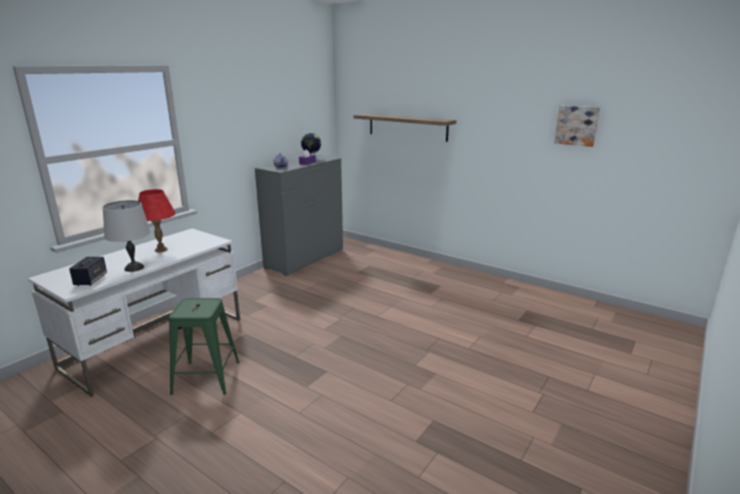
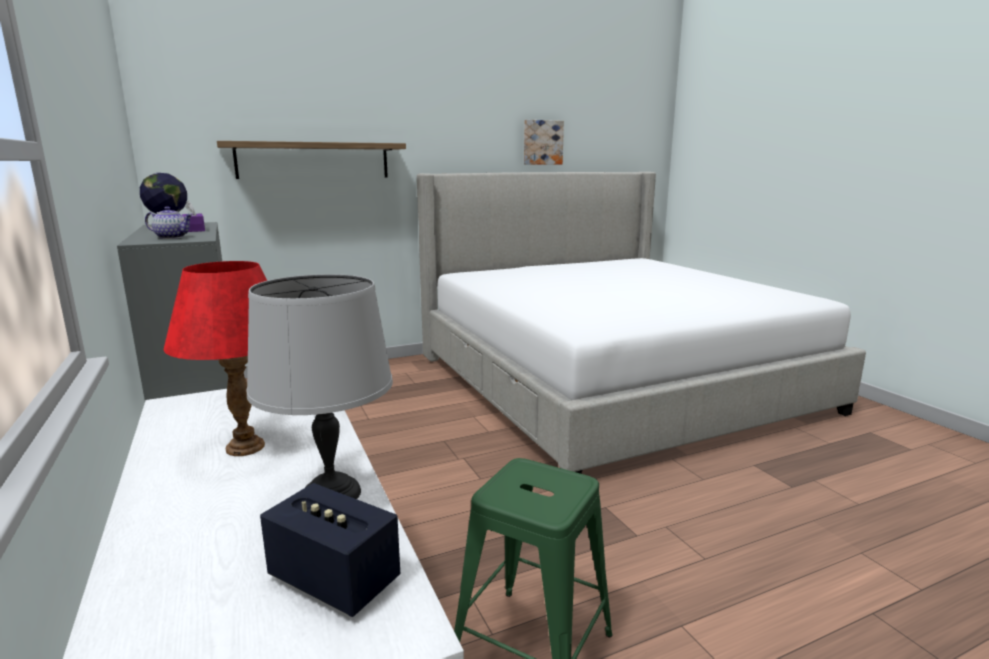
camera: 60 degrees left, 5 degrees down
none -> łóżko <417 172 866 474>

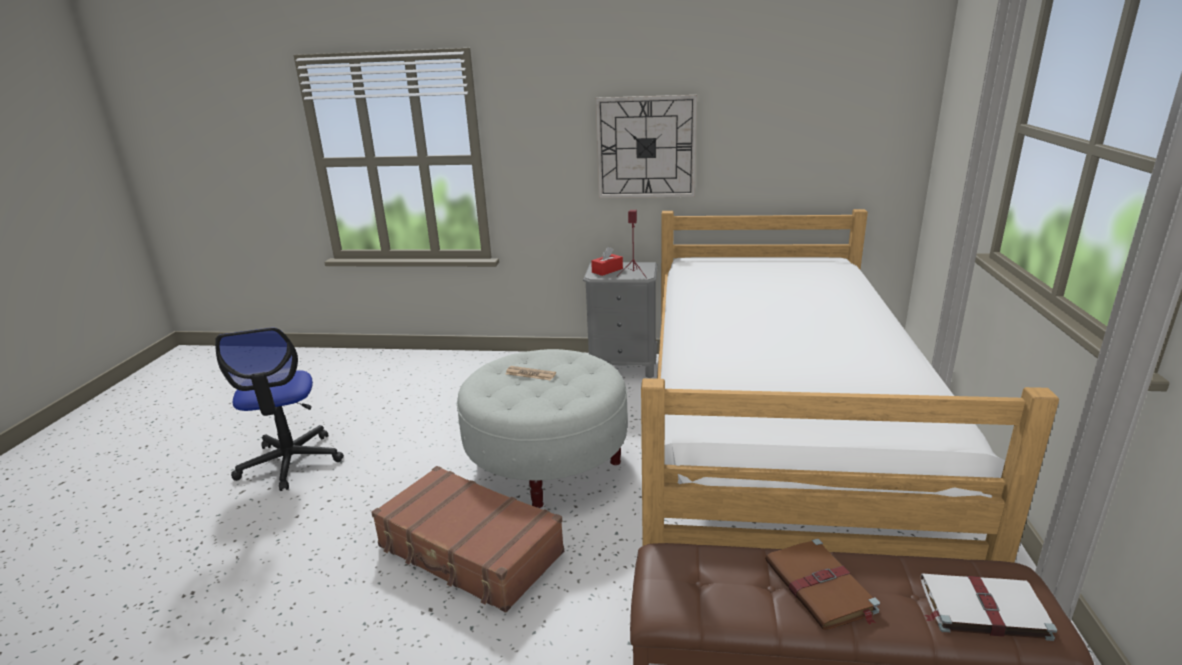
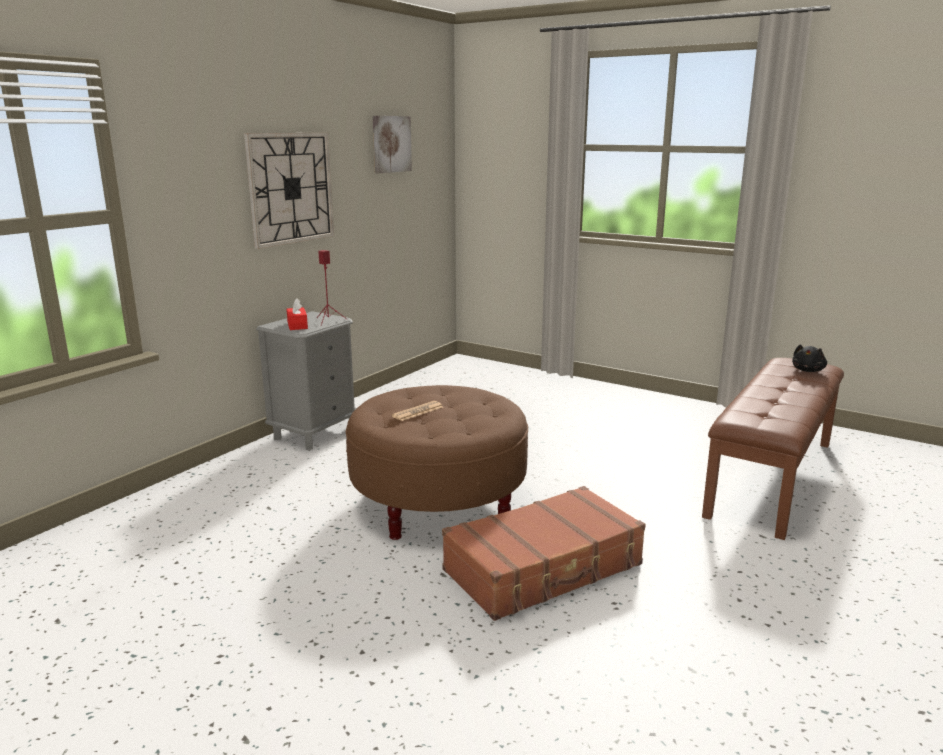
camera: 65 degrees left, 5 degrees down
krzesło biurowe <215 328 344 491> -> none
pufa [biały] <457 349 628 508> -> pufa [brązowy] <346 385 528 540>
łóżko <641 209 1059 563> -> none
książka [brązowy] <765 539 880 630> -> none
książka [biały] <921 573 1058 641> -> pluszak [czarny] <792 345 827 372>
none -> obraz <373 116 412 173>

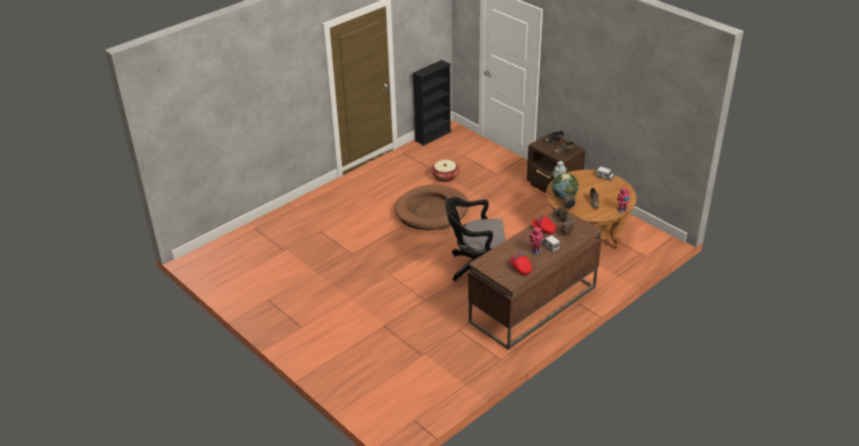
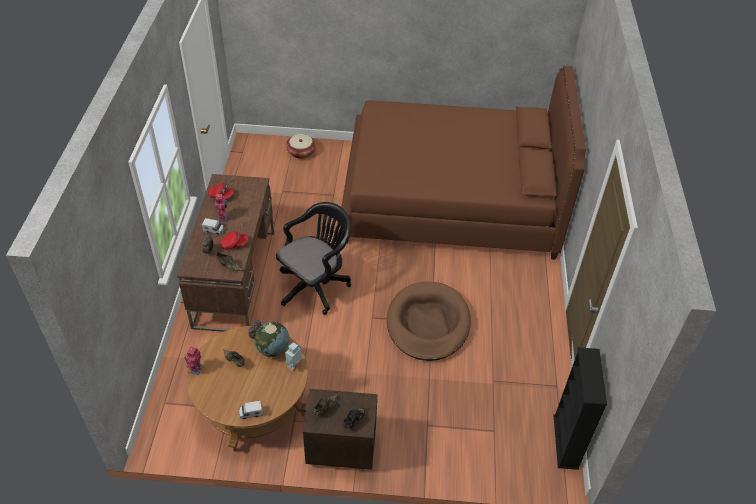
camera: 135 degrees right, 10 degrees up
koszyk <431 160 459 182> -> koszyk <286 134 316 159>, move
none -> łóżko [brązowy] <340 66 586 260>

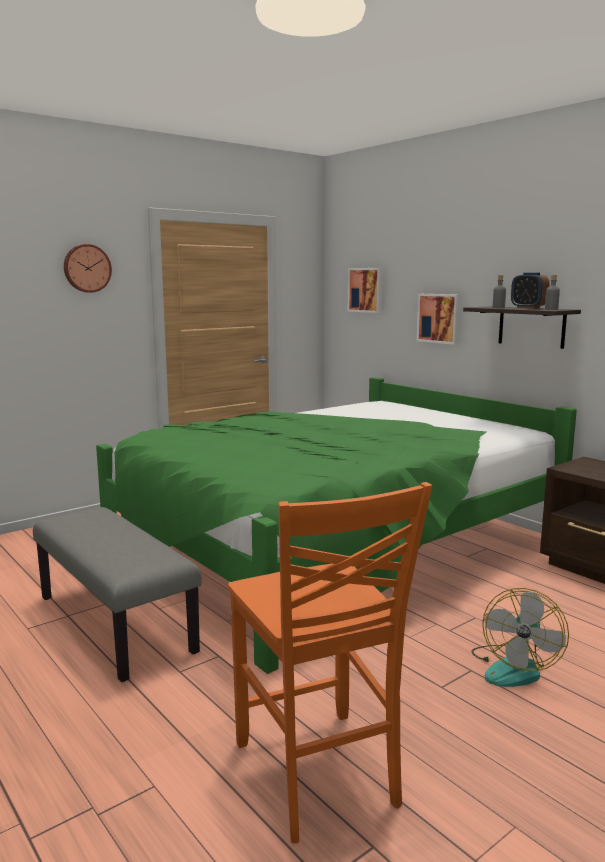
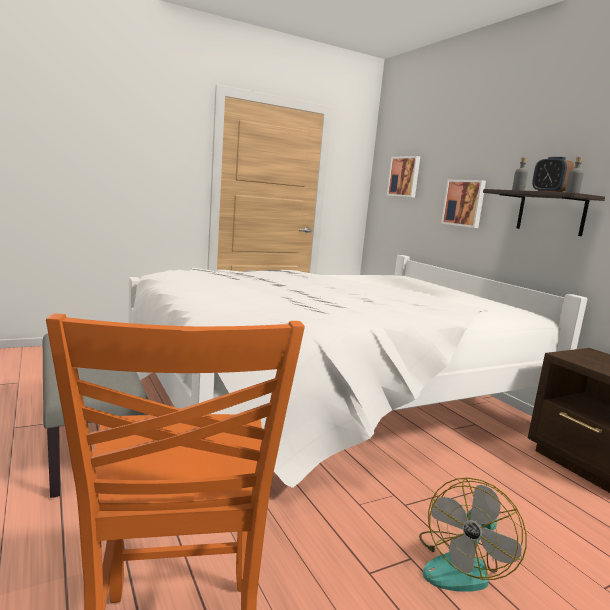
camera: 10 degrees right, 0 degrees up
zegar ścienny <64 244 112 293> -> none
łóżko [zielony] <96 377 577 674> -> łóżko [biały] <128 255 587 488>

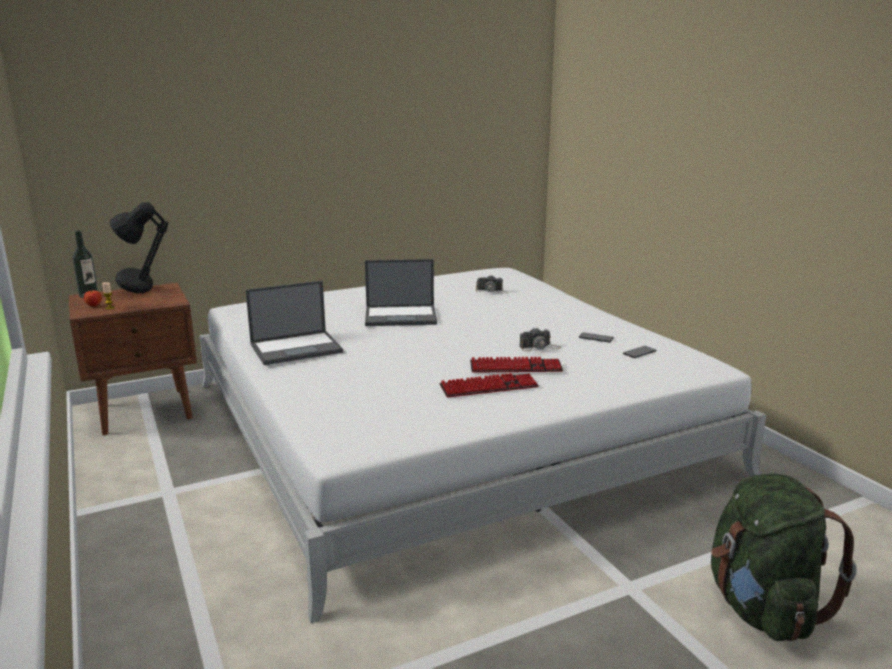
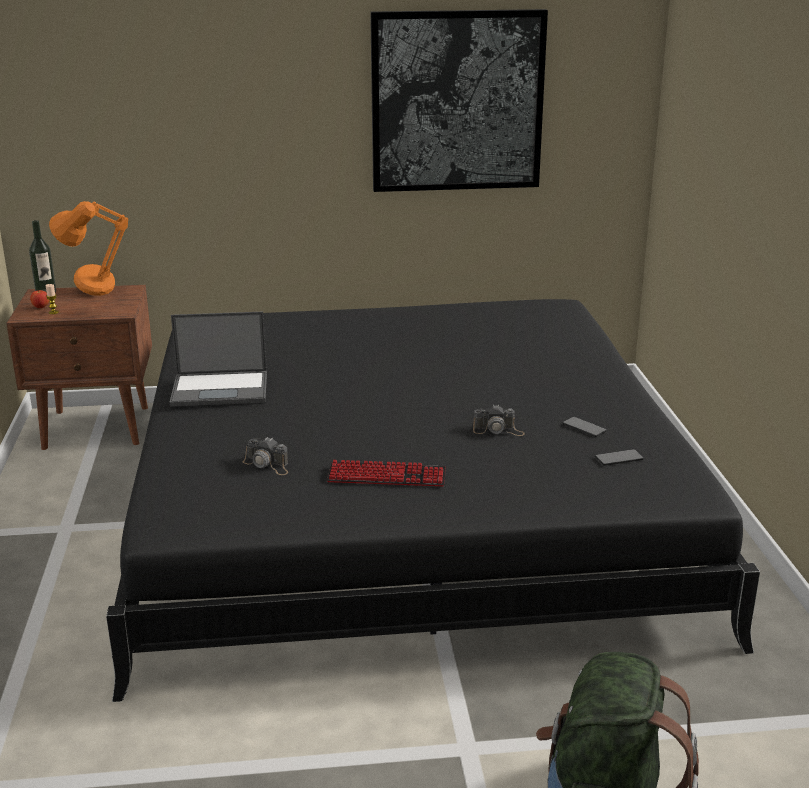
camera: 20 degrees right, 5 degrees up
lampa stołowa [czarny] <110 202 168 293> -> lampa stołowa [pomarańczowy] <49 201 128 296>
łóżko [biały] <200 268 766 623> -> łóżko [czarny] <106 299 760 702>
laptop <365 259 437 326> -> none
klawiatura <470 357 563 373> -> none
aparat fotograficzny <476 275 508 294> -> aparat fotograficzny <243 437 288 475>, move
none -> obraz <370 9 548 192>

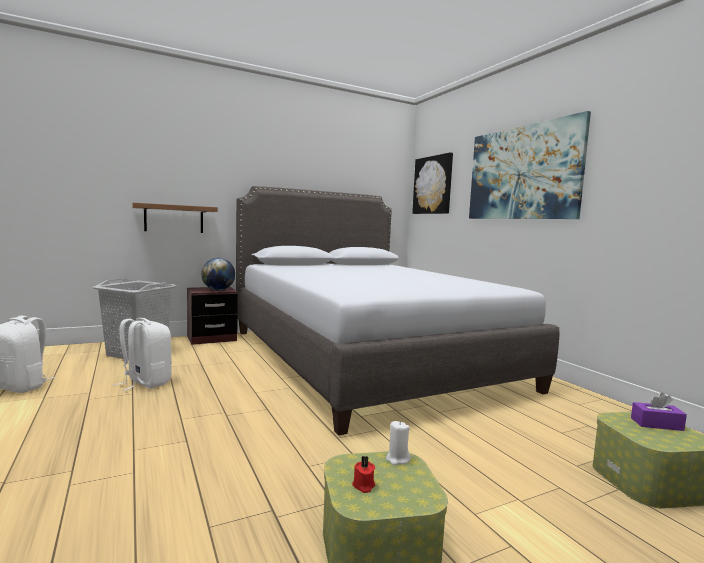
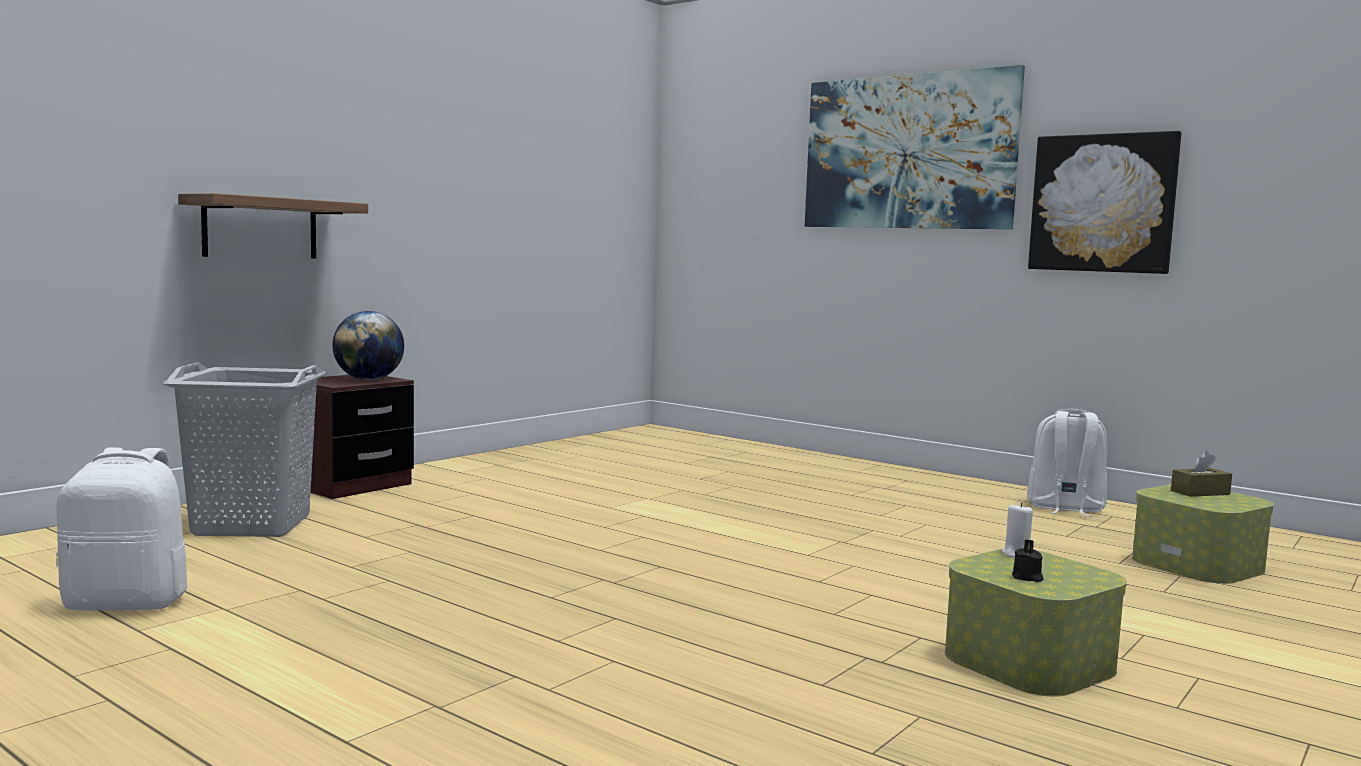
camera: 25 degrees left, 0 degrees up
plecak [biały] <113 318 172 391> -> plecak [biały] <1027 409 1107 517>, move
łóżko [szary] <236 186 559 436> -> none
świeca [czerwony] <352 456 375 493> -> świeca [czarny] <1012 540 1044 582>
obraz <412 152 453 214> -> obraz <1028 131 1181 274>, move
pudełko chusteczek [fioletowy] <631 393 687 431> -> pudełko chusteczek [brązowy] <1171 451 1232 497>

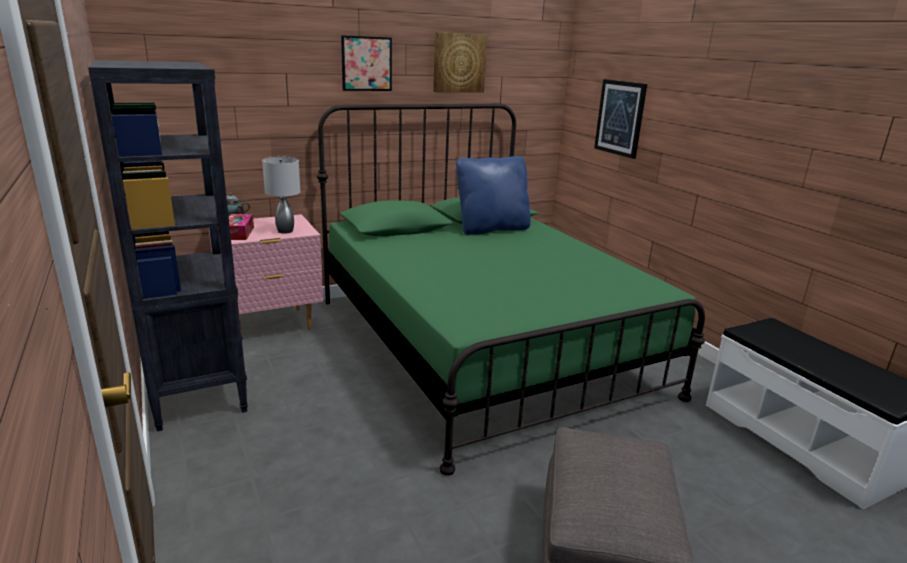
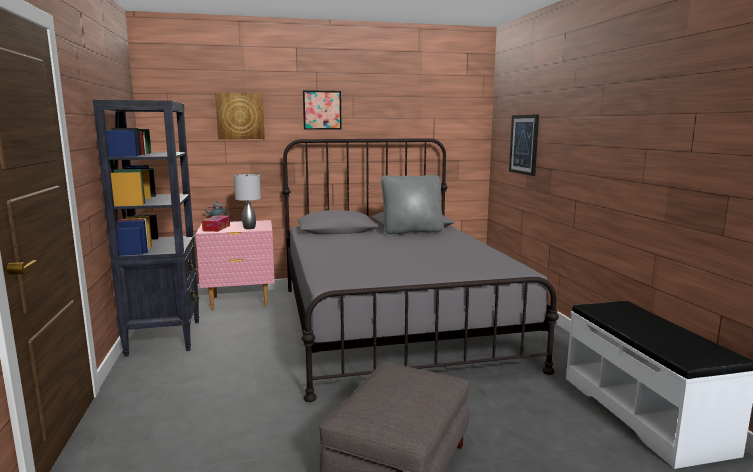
camera: 15 degrees right, 10 degrees down
łóżko [zielony] <317 104 705 475> -> łóżko [szary] <282 138 559 402>
obraz <433 32 487 92> -> obraz <215 92 265 139>, move
poduszka [niebieski] <456 156 531 235> -> poduszka [szary] <381 175 444 235>

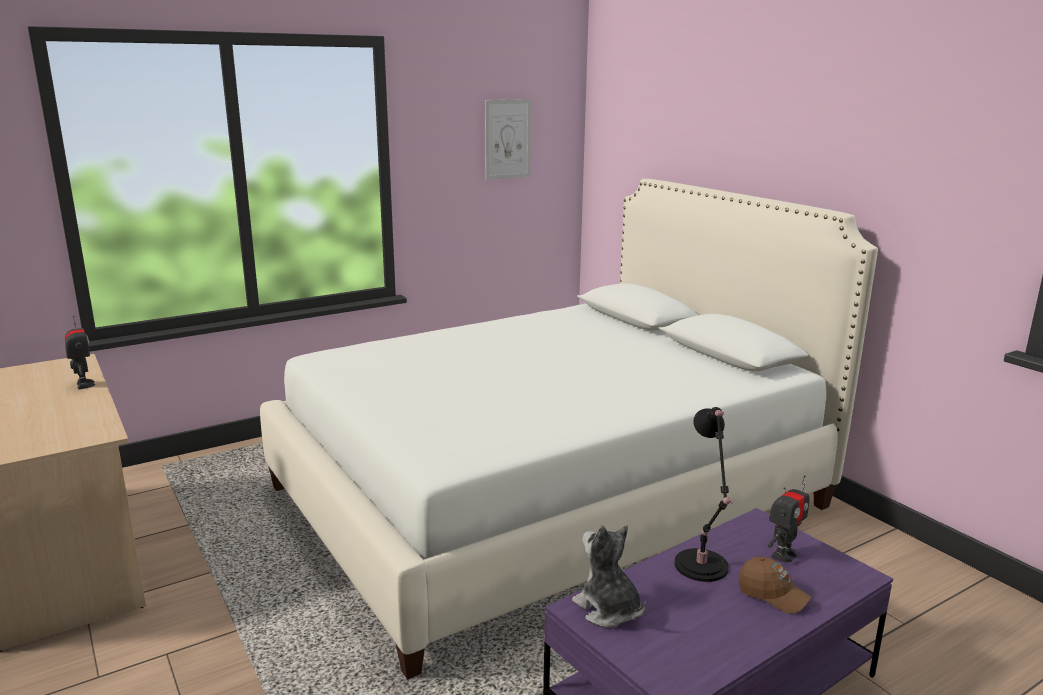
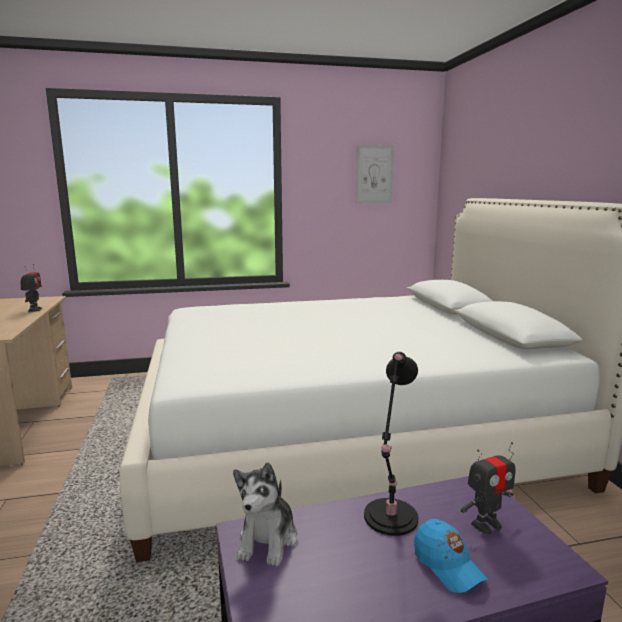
camera: 20 degrees right, 5 degrees down
pluszak <572 525 646 628> -> pluszak <233 462 297 566>, 150 degrees counterclockwise
czapka z daszkiem [brązowy] <739 557 812 614> -> czapka z daszkiem [niebieski] <414 519 488 593>

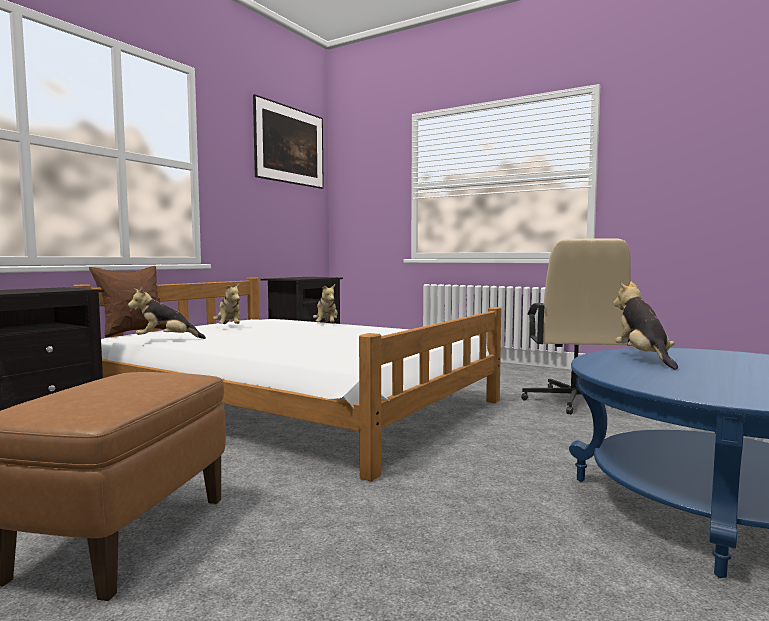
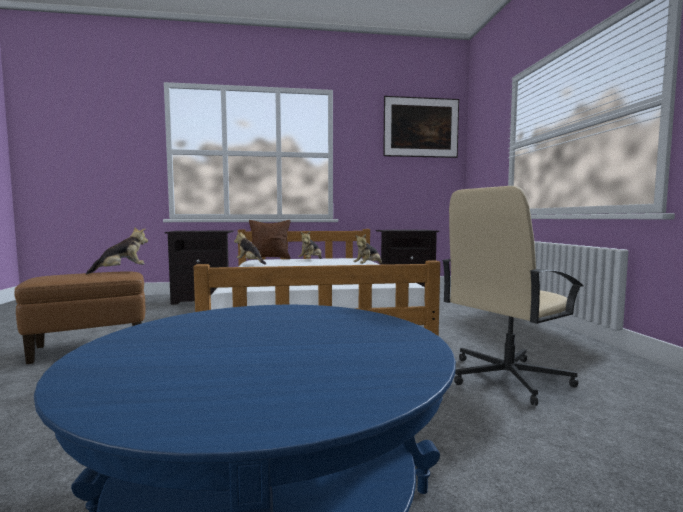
camera: 50 degrees right, 0 degrees up
pluszak <613 280 678 369> -> pluszak <86 227 148 274>, move

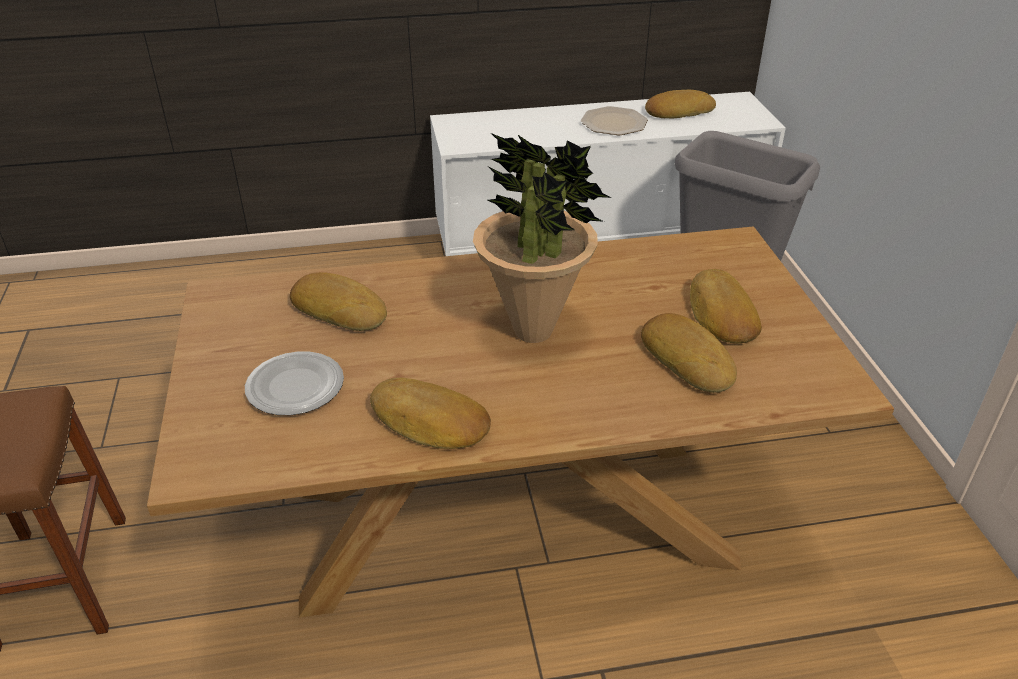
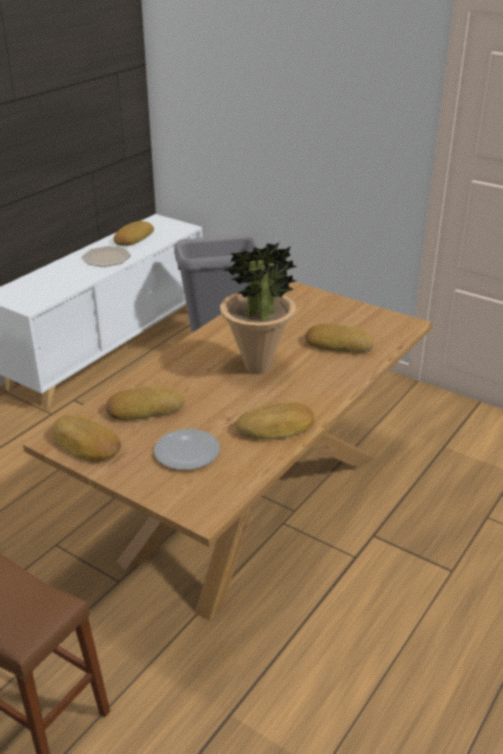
camera: 45 degrees left, 5 degrees down
chleb <690 269 762 344> -> chleb <52 414 121 461>, move

